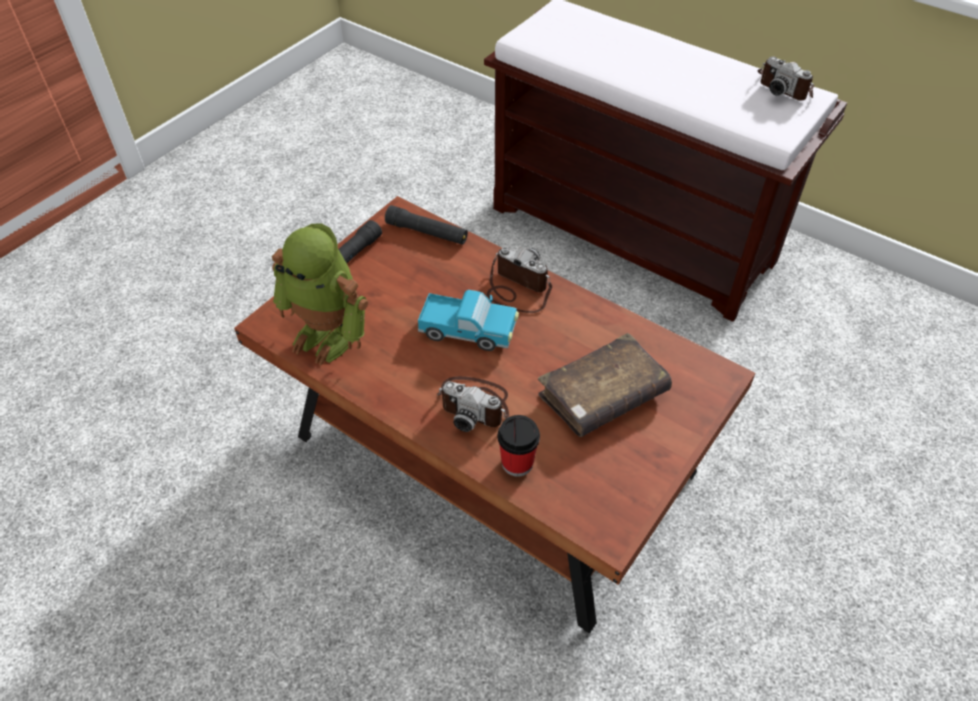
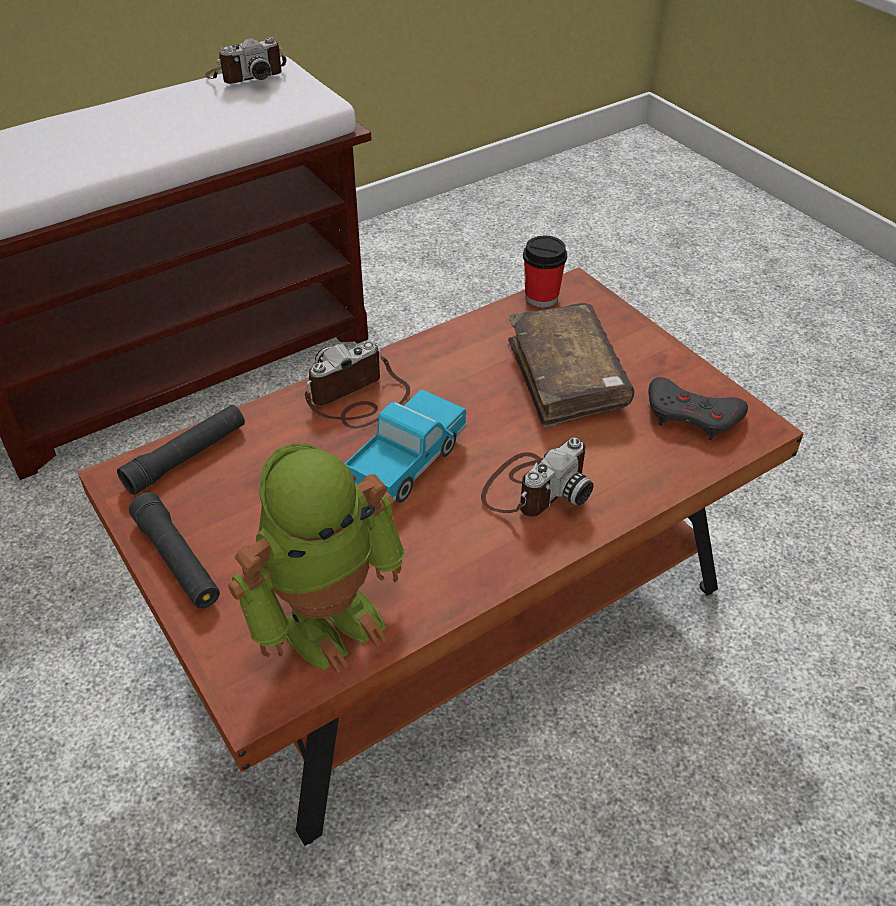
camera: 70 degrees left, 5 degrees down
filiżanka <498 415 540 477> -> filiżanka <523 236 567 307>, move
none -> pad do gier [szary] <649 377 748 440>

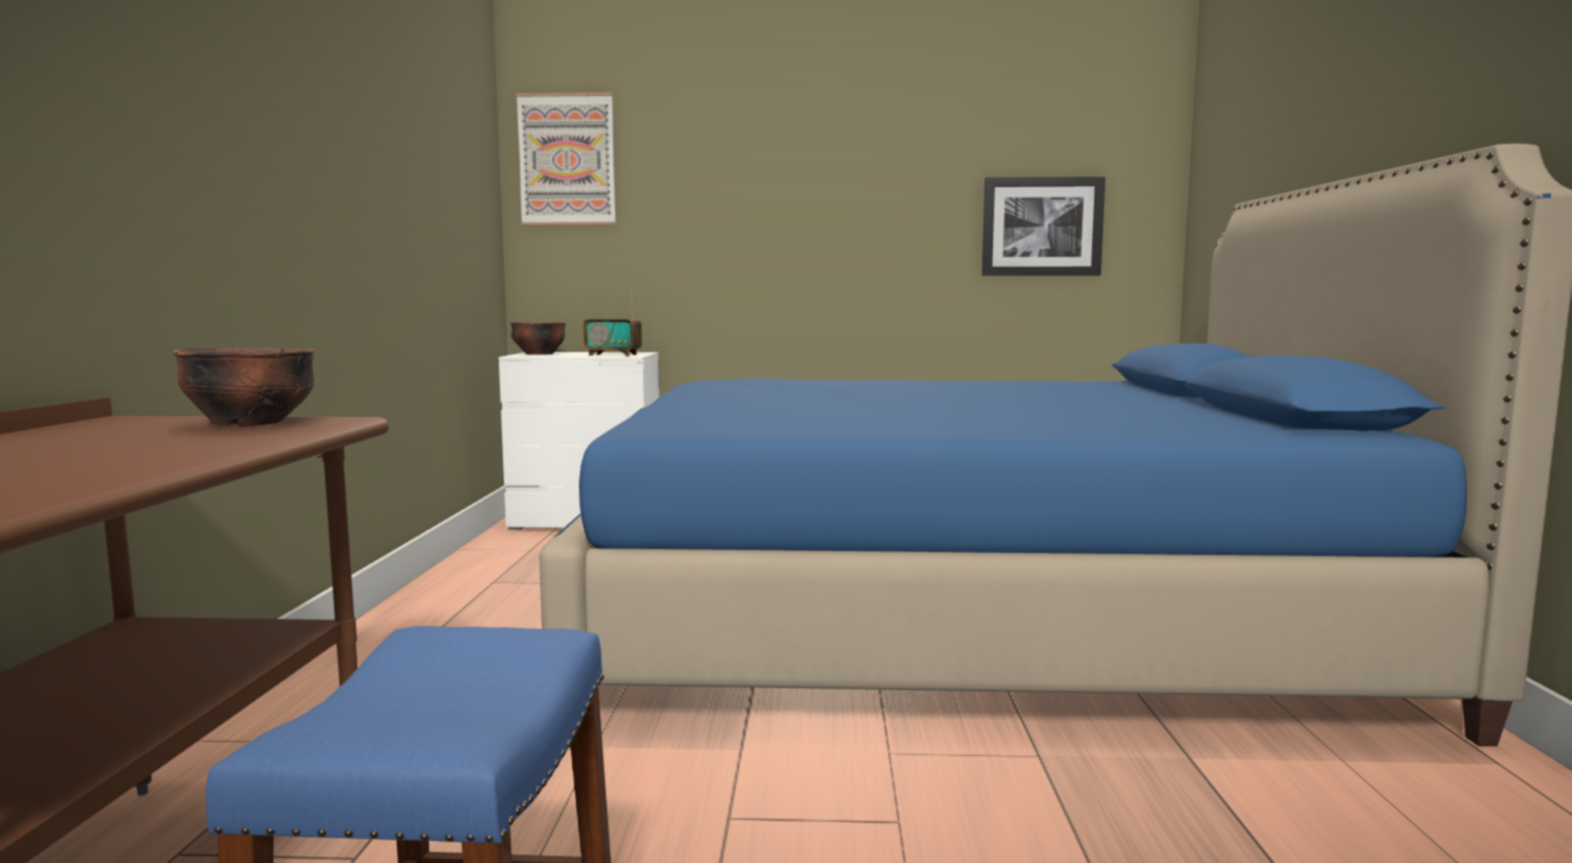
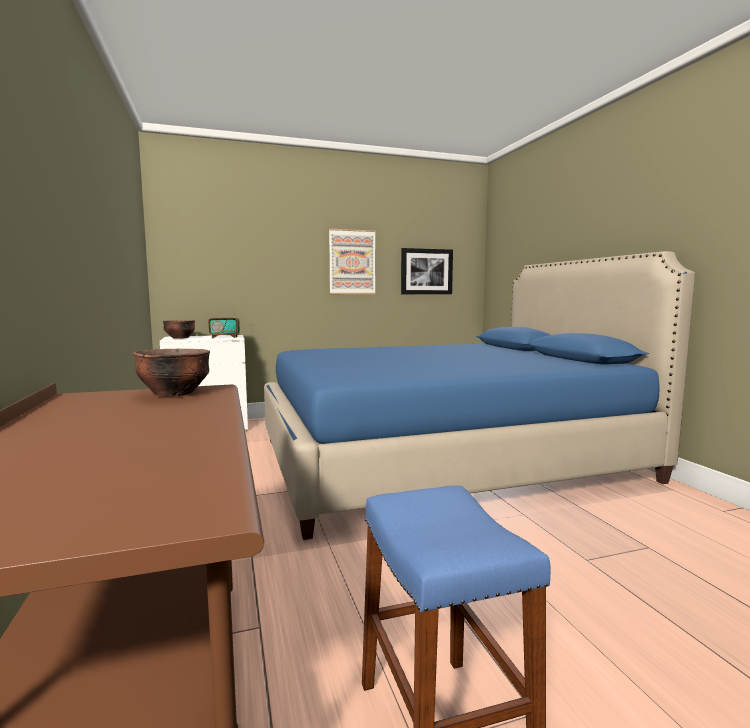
camera: 20 degrees left, 0 degrees up
obraz <516 93 616 225> -> obraz <329 229 376 294>, move

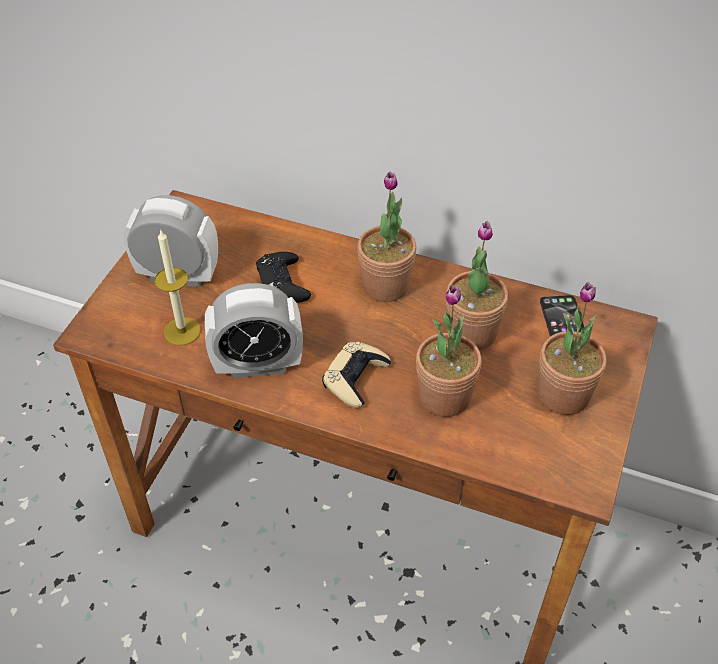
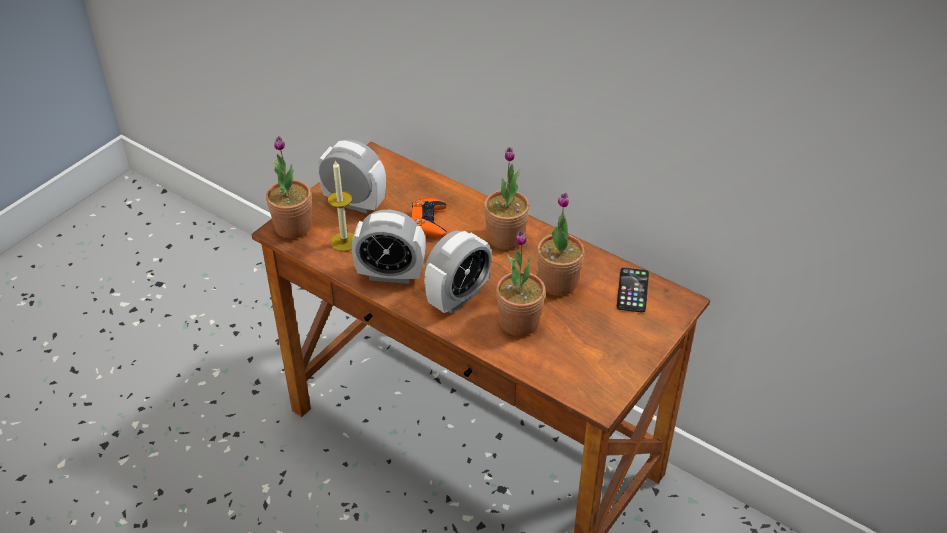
camera: 15 degrees right, 5 degrees down
pad do gier [czarny] <256 252 311 302> -> pad do gier [pomarańczowy] <412 198 447 238>
pad do gier [beżowy] <322 342 391 408> -> budzik <424 231 491 314>
roślina doniczkowa <538 282 607 415> -> roślina doniczkowa <266 136 312 239>, move

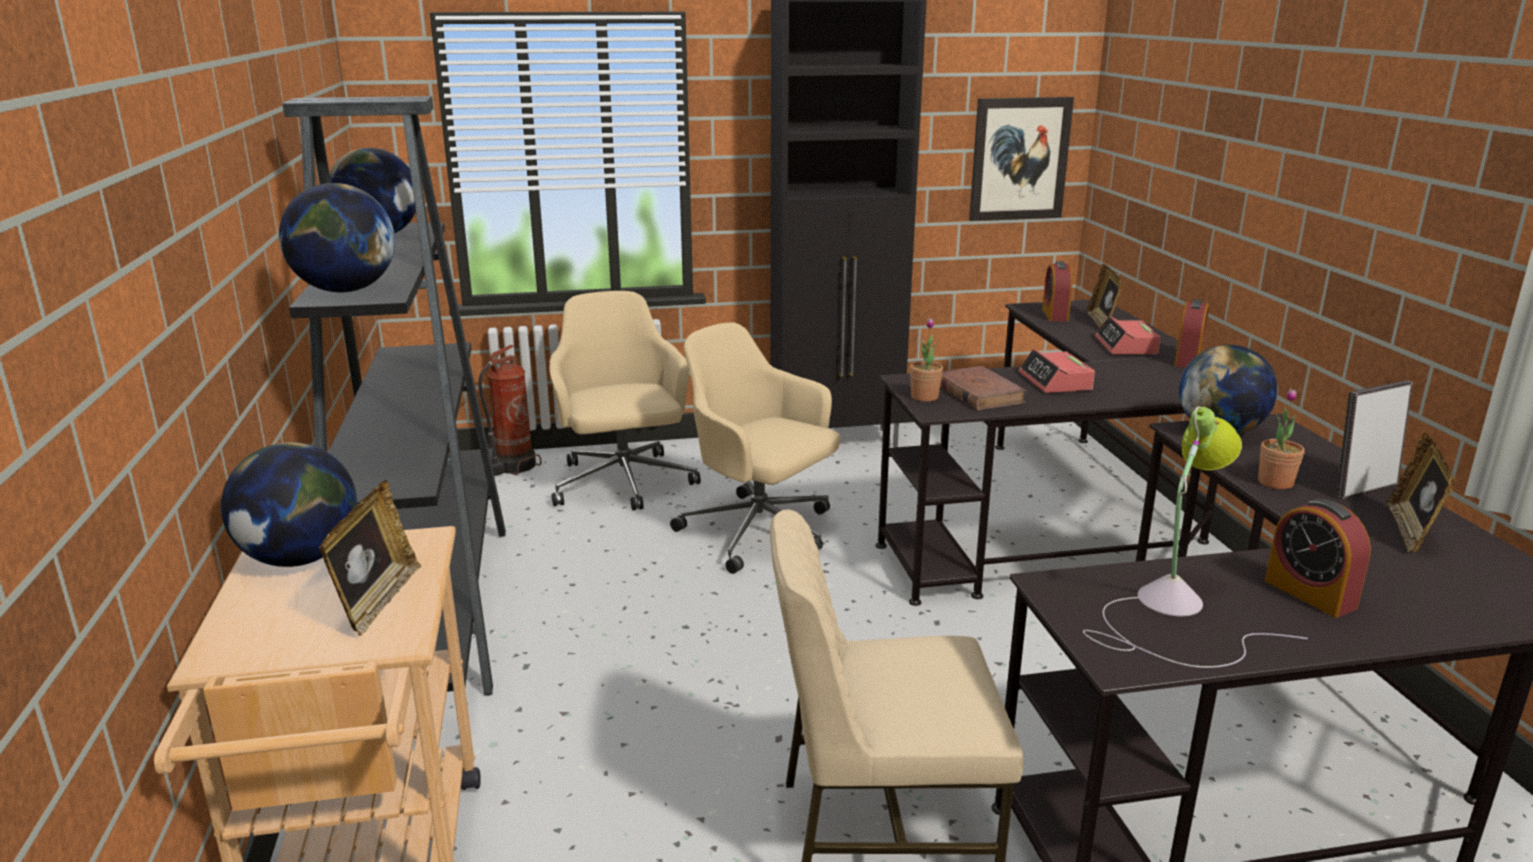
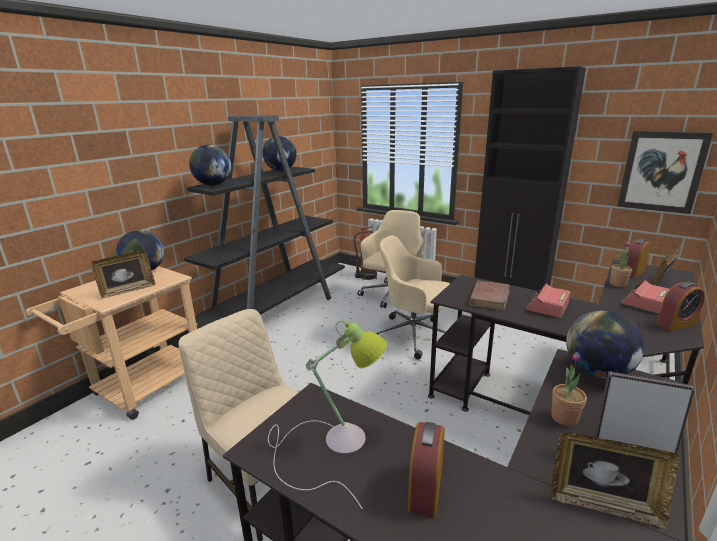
camera: 45 degrees right, 0 degrees up
krzesło biurowe [beżowy] <670 323 840 574> -> krzesło biurowe [beżowy] <376 235 450 360>, 60 degrees counterclockwise
roślina doniczkowa <910 318 943 402> -> roślina doniczkowa <610 241 632 287>, move
ramka na zdjęcie <1387 433 1456 552> -> ramka na zdjęcie <551 432 681 529>, 135 degrees counterclockwise

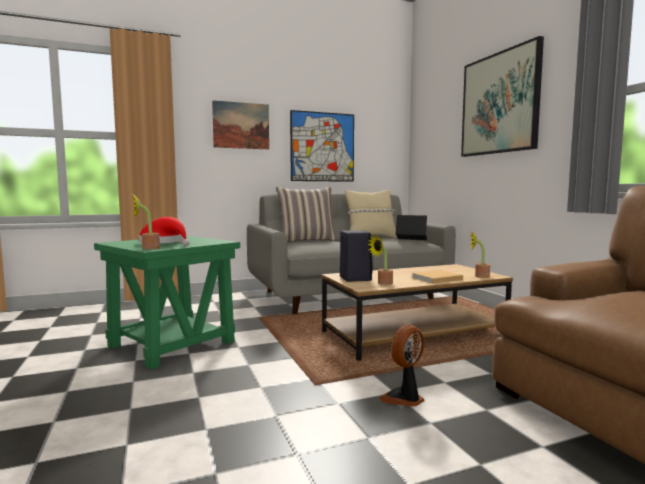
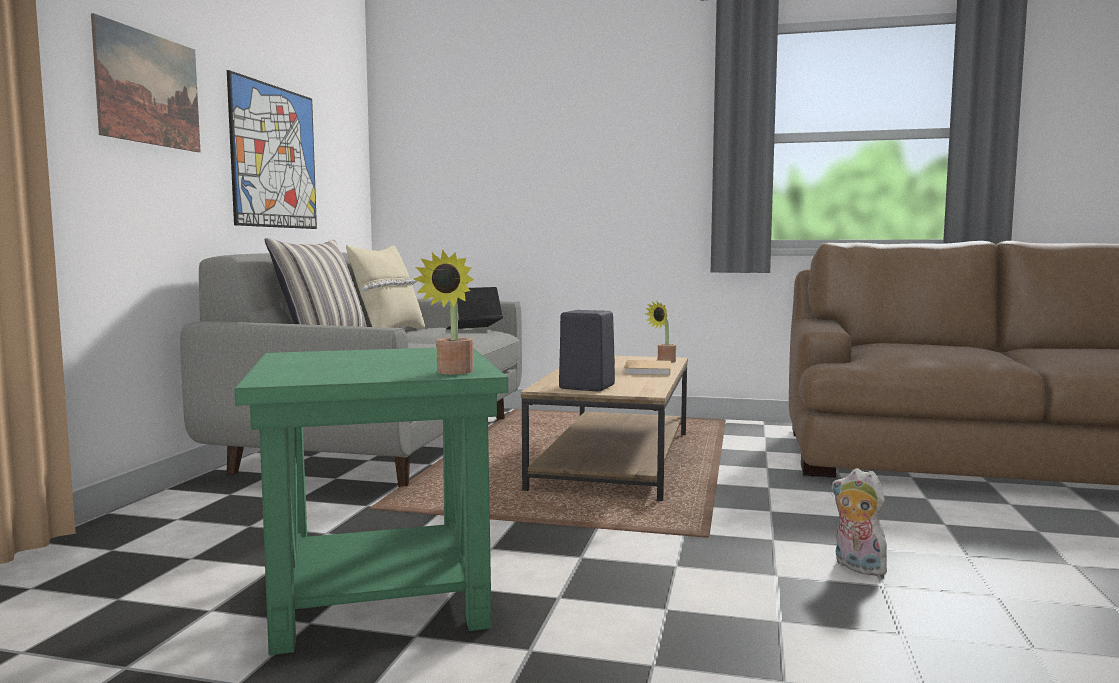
camera: 55 degrees left, 0 degrees up
kapelusz [czerwony] <139 217 190 246> -> none
roślina doniczkowa <367 235 393 285> -> none
wentylator <379 324 424 407> -> none
obraz <461 36 544 157> -> none
none -> pluszak <832 468 892 576>

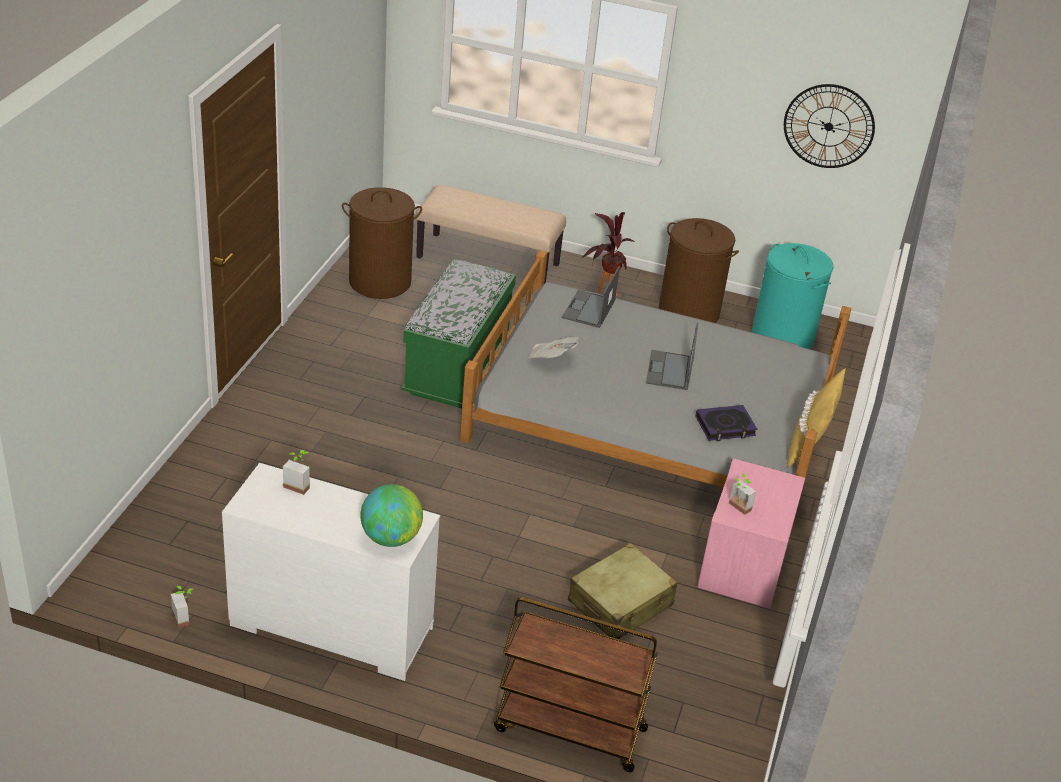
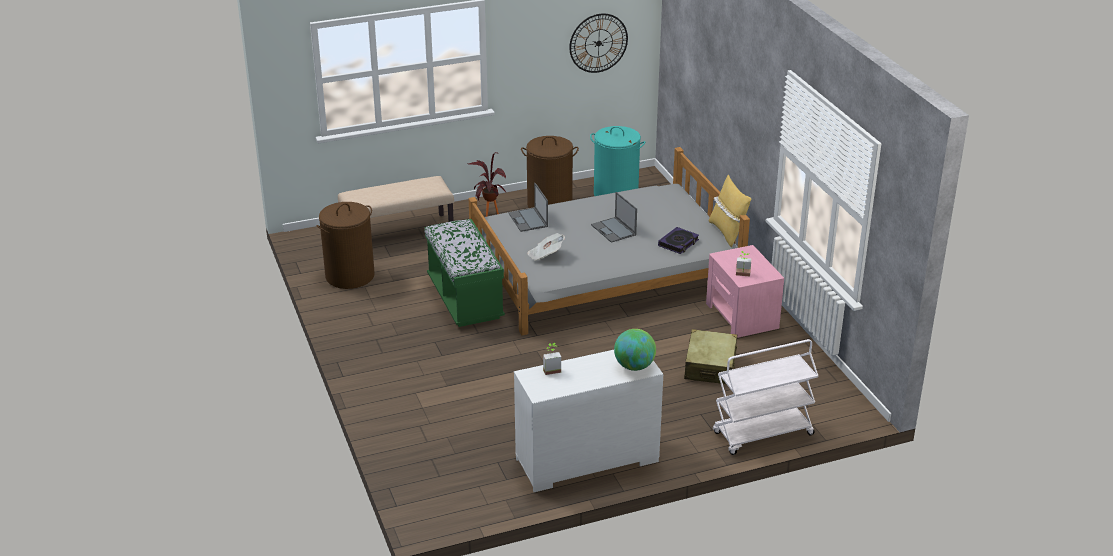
camera: 35 degrees left, 5 degrees down
roślina doniczkowa <171 586 193 628> -> none
wózek [brązowy] <494 597 658 772> -> wózek [biały] <713 339 818 455>

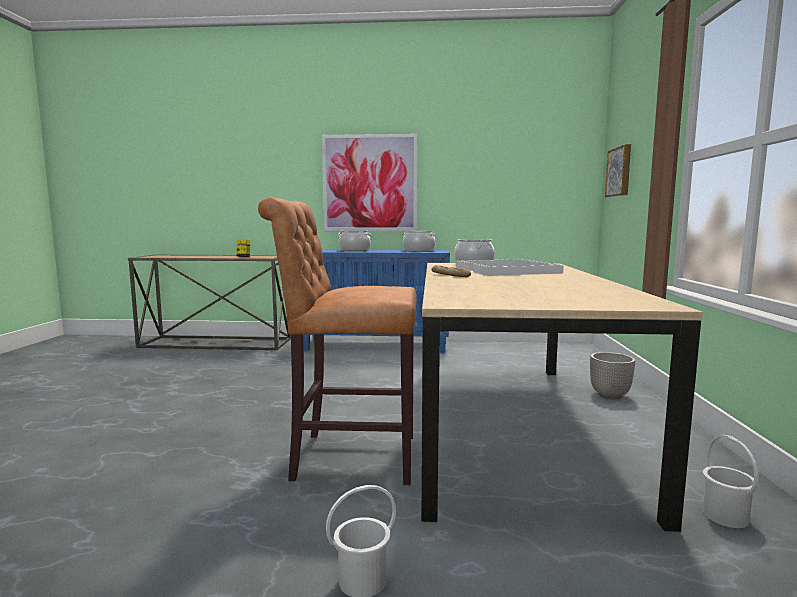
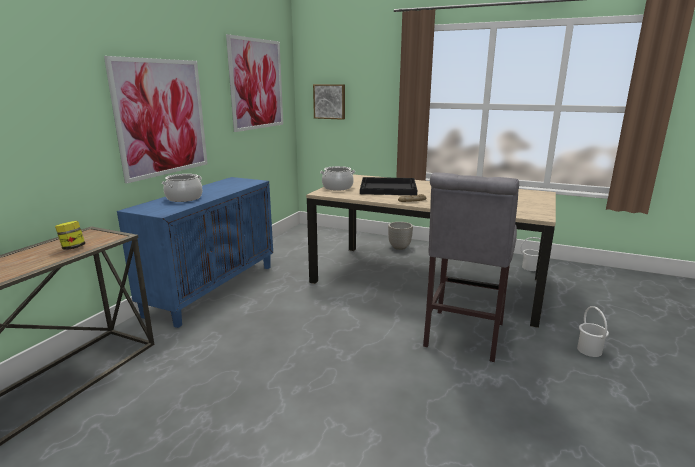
camera: 70 degrees left, 10 degrees up
stołek [brązowy] <258 198 417 486> -> stołek [szary] <423 172 519 362>
garnek <403 231 435 252> -> none
taca [biały] <456 259 564 276> -> taca [czarny] <360 177 417 195>
none -> obraz <226 34 283 132>

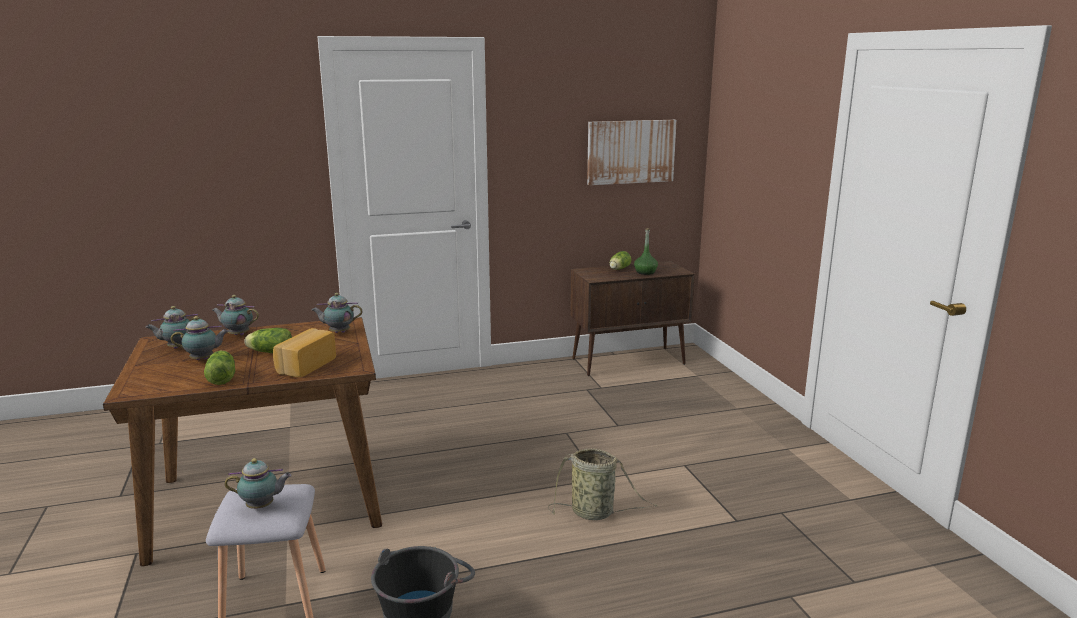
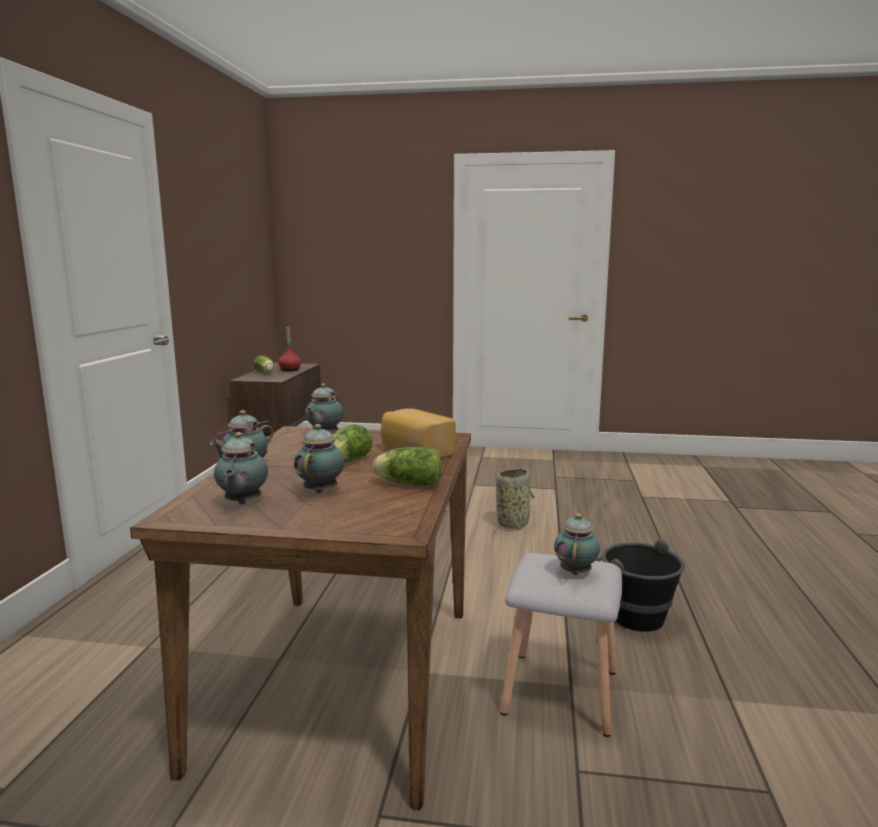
camera: 65 degrees left, 5 degrees down
obraz <587 120 677 185> -> none
butelka [zielony] <634 228 658 275> -> butelka [czerwony] <278 327 301 371>

